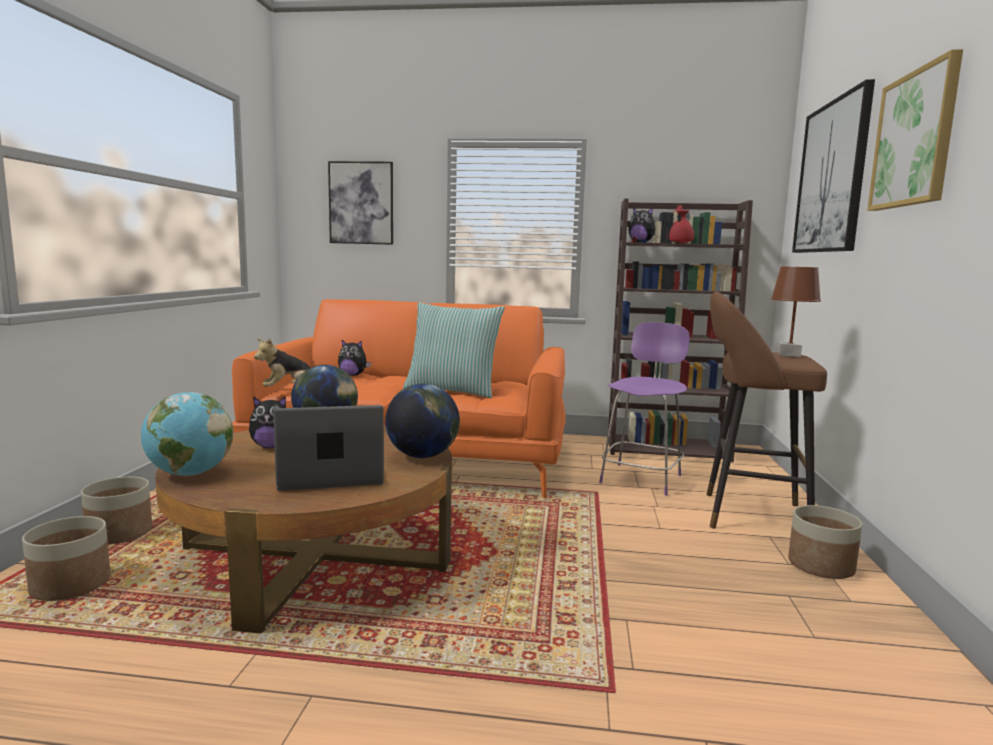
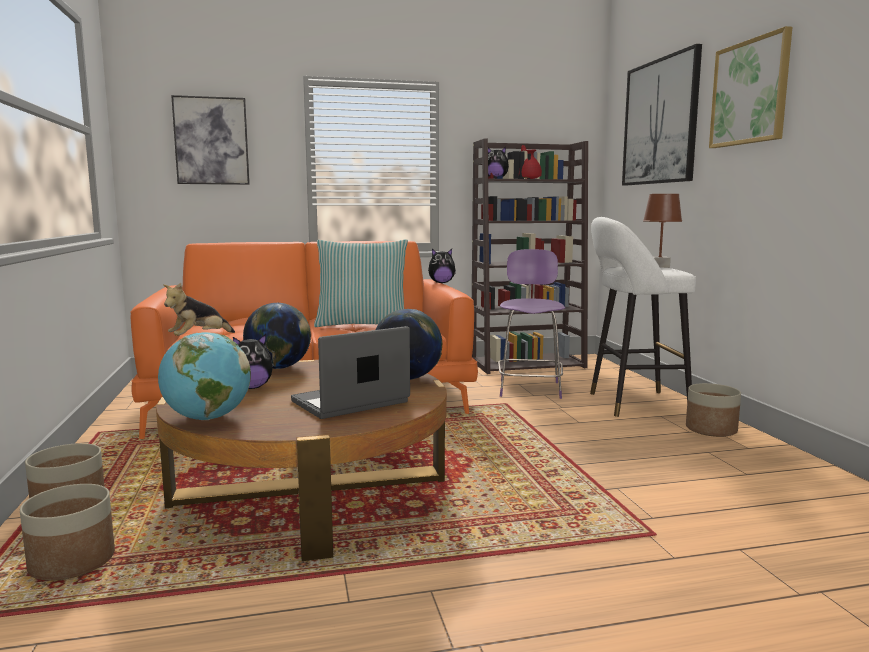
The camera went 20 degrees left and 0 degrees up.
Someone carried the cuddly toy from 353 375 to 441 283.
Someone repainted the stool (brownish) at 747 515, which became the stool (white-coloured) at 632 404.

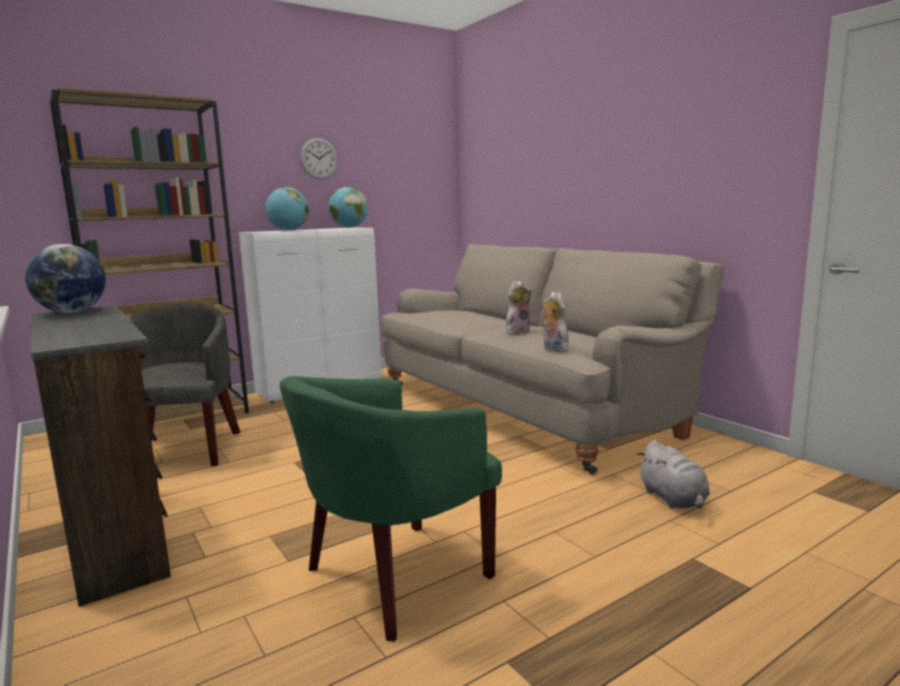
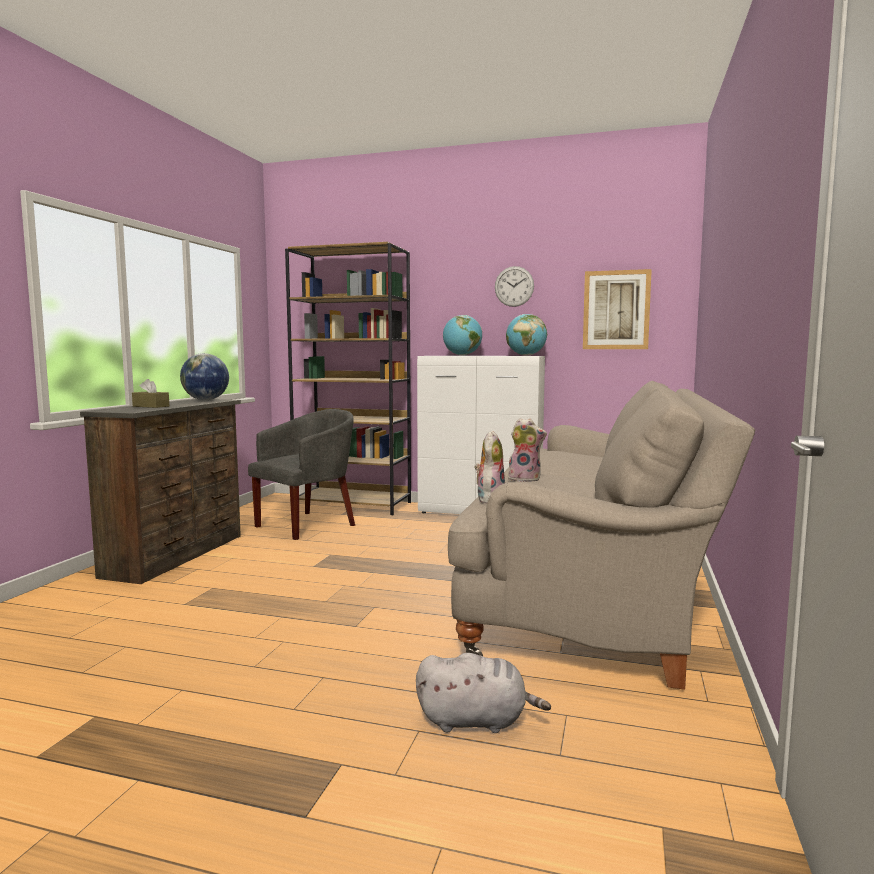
The camera went 50 degrees right and 5 degrees down.
Someone took away the armchair (greenish) at 394 577.
Someone rotated the cuddly toy (grey) at 674 499 by 120 degrees counterclockwise.
Someone put down the box of tissues (brownish) at 151 406.
Someone put up the picture at 616 310.

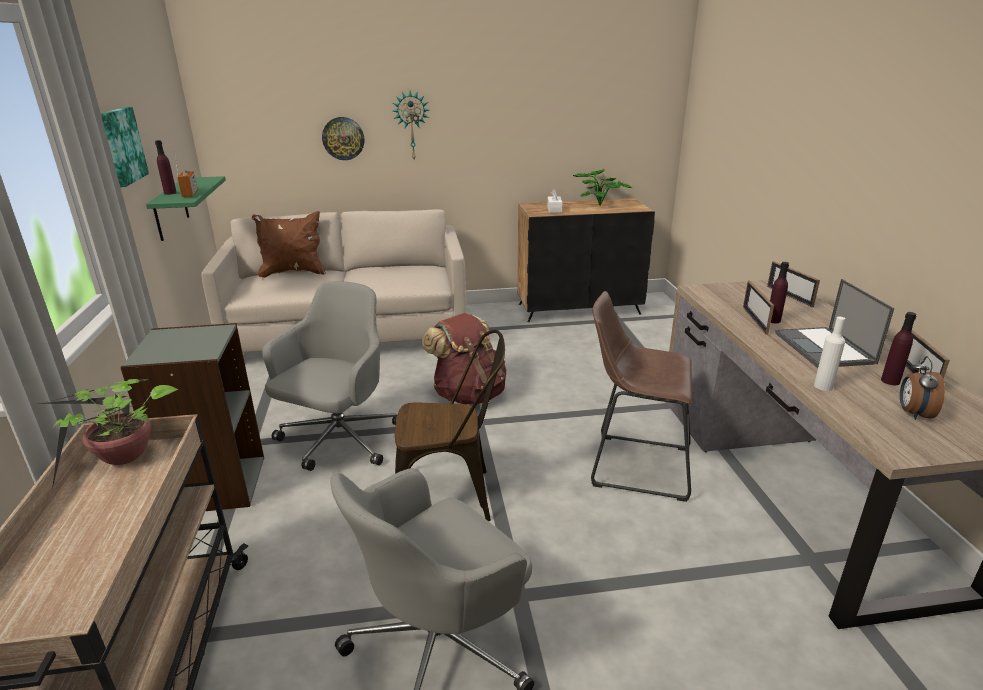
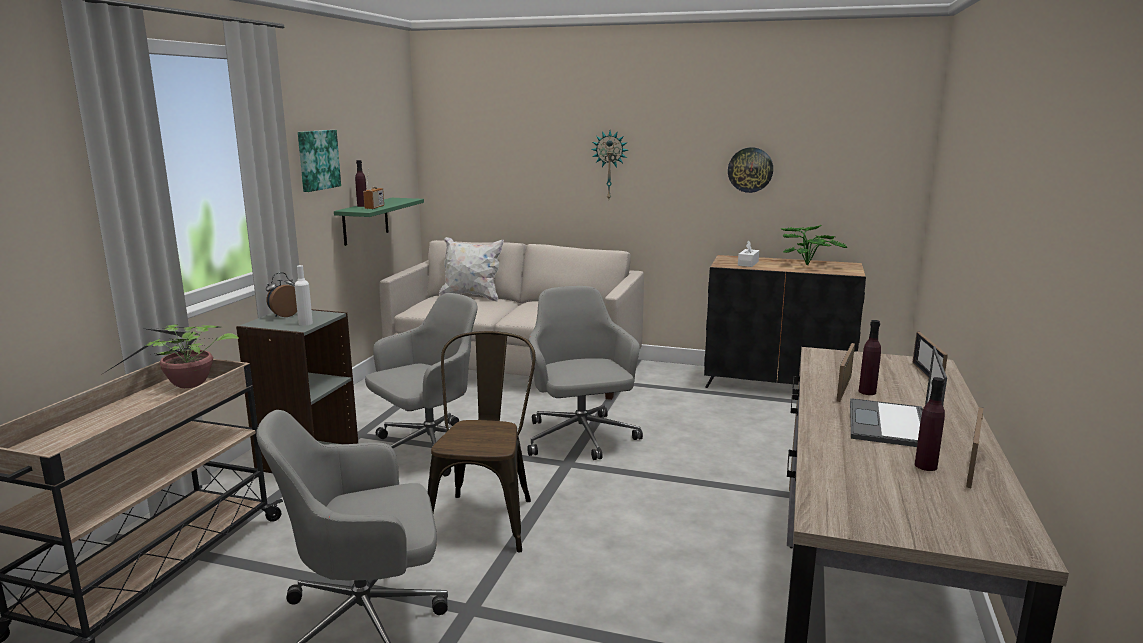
The camera went 25 degrees right and 10 degrees down.
Someone repainted the pillow (brownish) at 293 272, which became the pillow (white-coloured) at 471 296.
Someone carried the clock on the wall from 343 138 to 750 170.
Someone rotated the chair (brownish) at 452 496 by 105 degrees counterclockwise.
Someone swapped the backpack (brownish) at 468 394 for the computer chair (grey) at 580 438.
Someone took away the stool (brownish) at 634 465.
Someone carried the drink bottle (white-coloured) from 823 386 to 305 323.
Someone carried the table clock from 913 413 to 284 315.

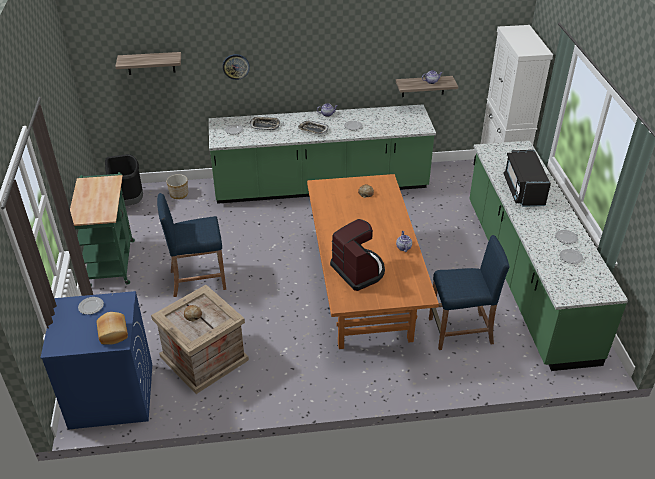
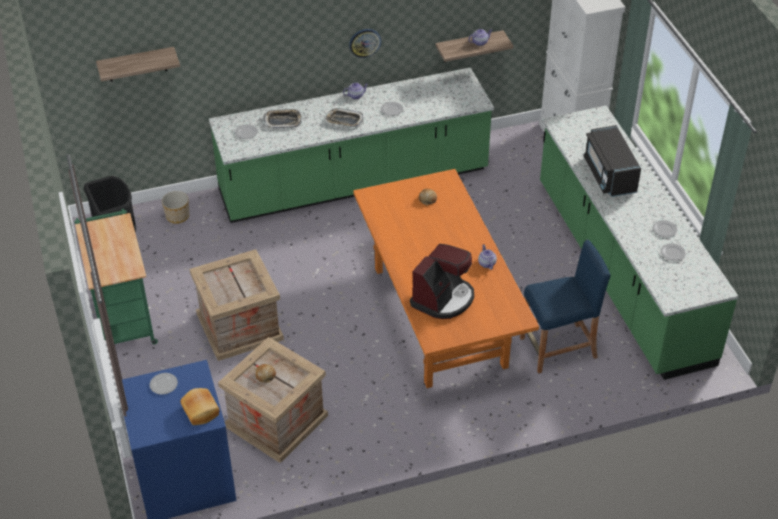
The camera went 10 degrees left and 5 degrees up.
Someone swapped the stool (blue-coloured) at 198 279 for the shipping crate at 238 327.
Someone carried the clock on the wall from 236 66 to 364 42.
Someone rotated the coffee maker at 359 270 by 75 degrees clockwise.

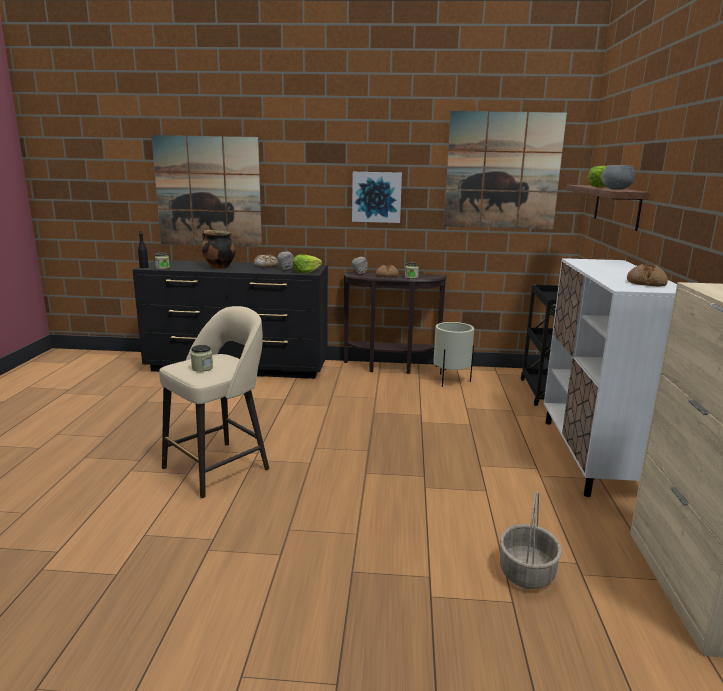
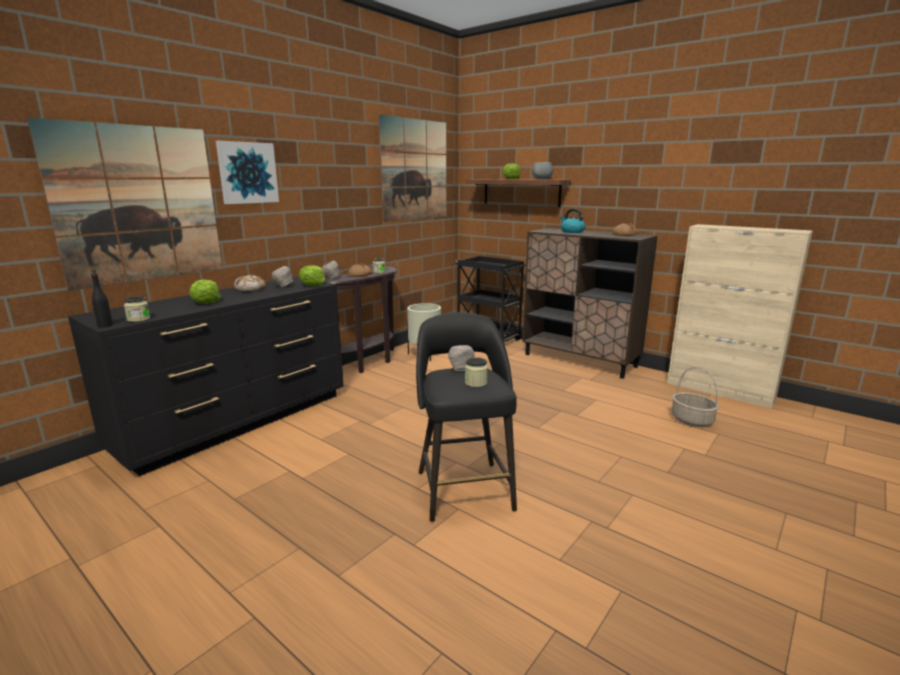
The camera went 55 degrees left and 0 degrees up.
Someone repainted the stool (beige-coloured) at 219 467, which became the stool (black-coloured) at 464 488.
Someone swapped the saucepot at 218 267 for the lettuce head at 206 302.
Someone carried the picture from 376 197 to 247 173.
Someone repainted the cupboard (white-coloured) at 591 456, which became the cupboard (brownish) at 580 360.
Someone put down the bowl (grey) at 461 370.
Someone put down the kettle at 572 232.

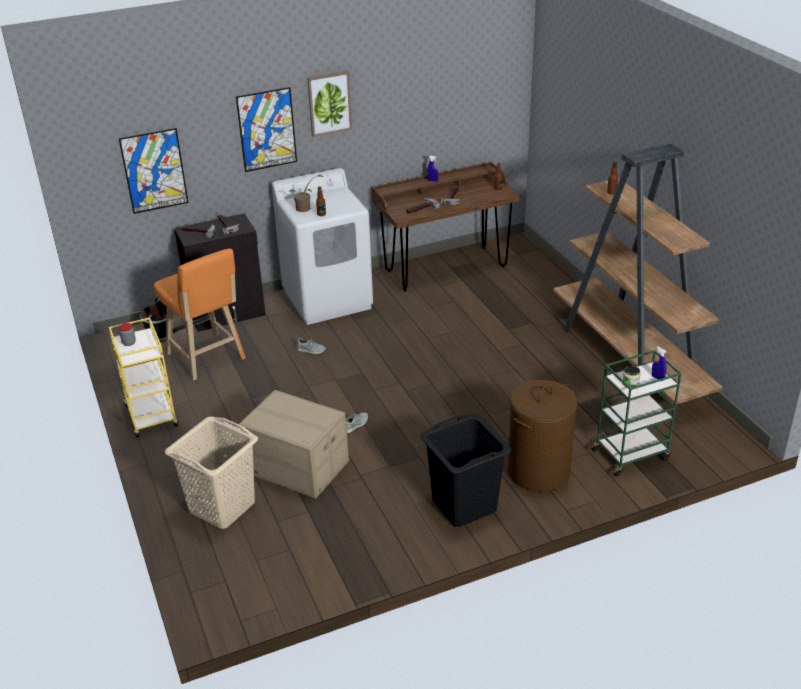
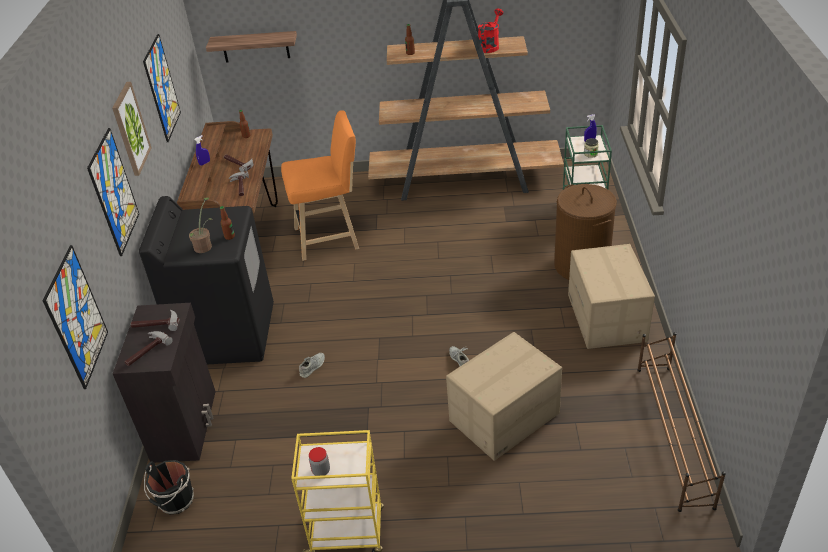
The camera went 65 degrees left and 5 degrees up.
Someone carried the stool (orange) from 207 358 to 330 238.
Someone took away the hamper (beige-coloured) at 221 507.
Someone repainted the laundry appliance (white-coloured) at 328 299, which became the laundry appliance (black-coloured) at 228 334.
Someone swapped the hamper (black-coloured) at 464 505 for the packing box at 607 318.
Someone put up the picture at 162 88.
Someone put up the shelf at 255 47.
Someone put down the watering can (reddish) at 489 46.
Someone put down the shoe rack (brownish) at 673 434.

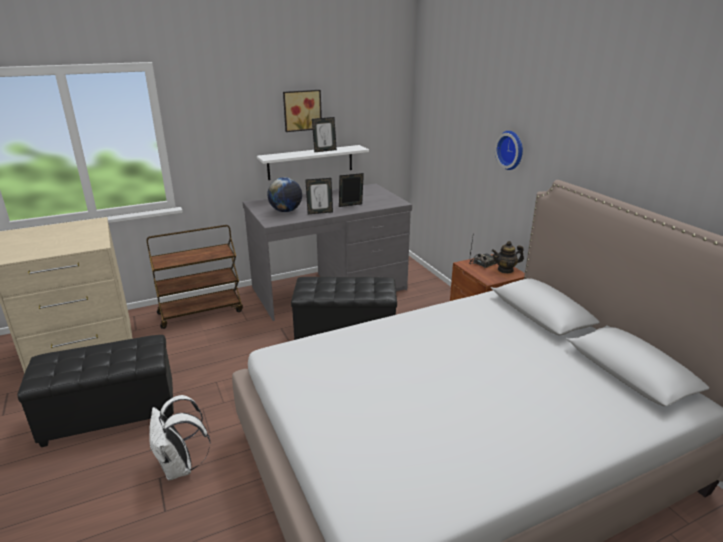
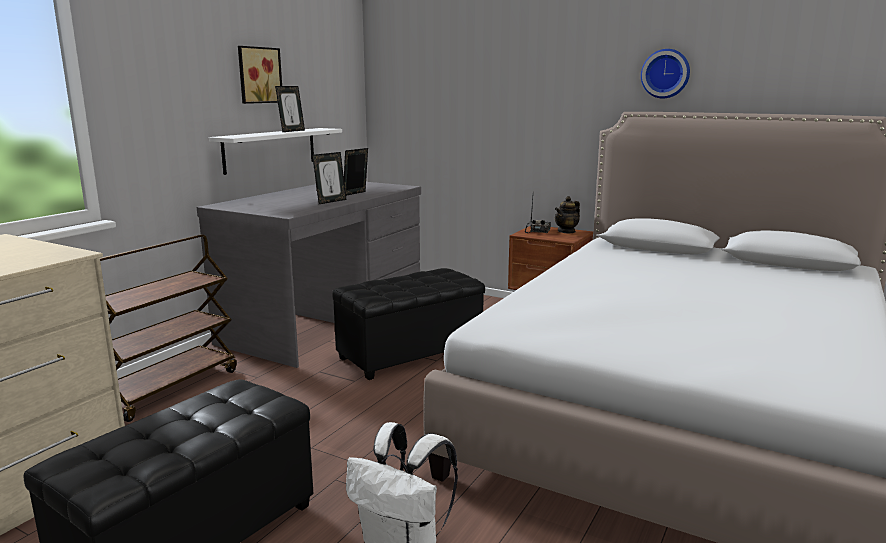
The camera went 35 degrees left and 10 degrees down.
Someone took away the desk globe at 286 211.
Someone carried the clock on the wall from 511 150 to 665 73.

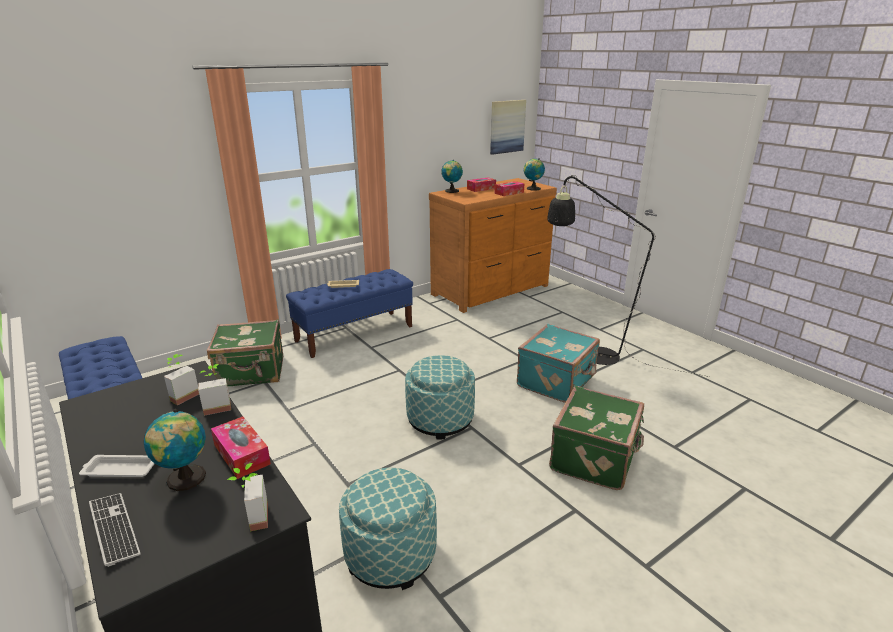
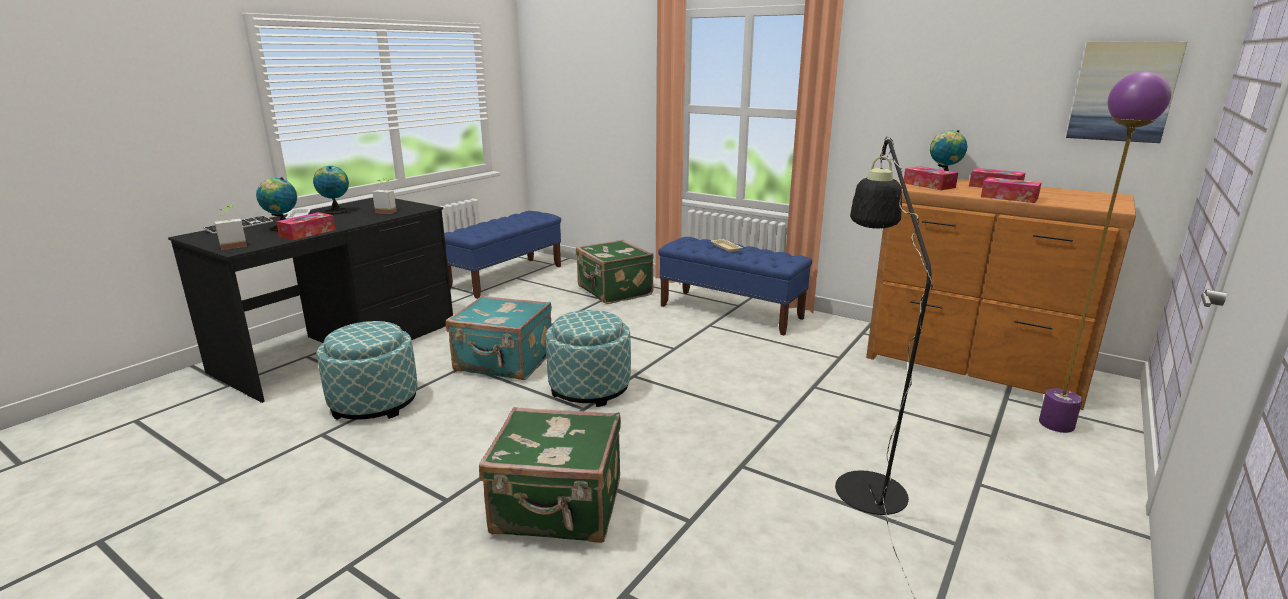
The camera went 70 degrees right and 5 degrees down.
Someone took away the plant in a pot at 217 406.
Someone carried the piece of luggage (blue-green) from 557 382 to 504 363.
Someone carried the desk globe from 532 189 to 335 211.
Someone put down the box of tissues at 928 185.
Someone put down the floor lamp (purple-coloured) at 1056 424.

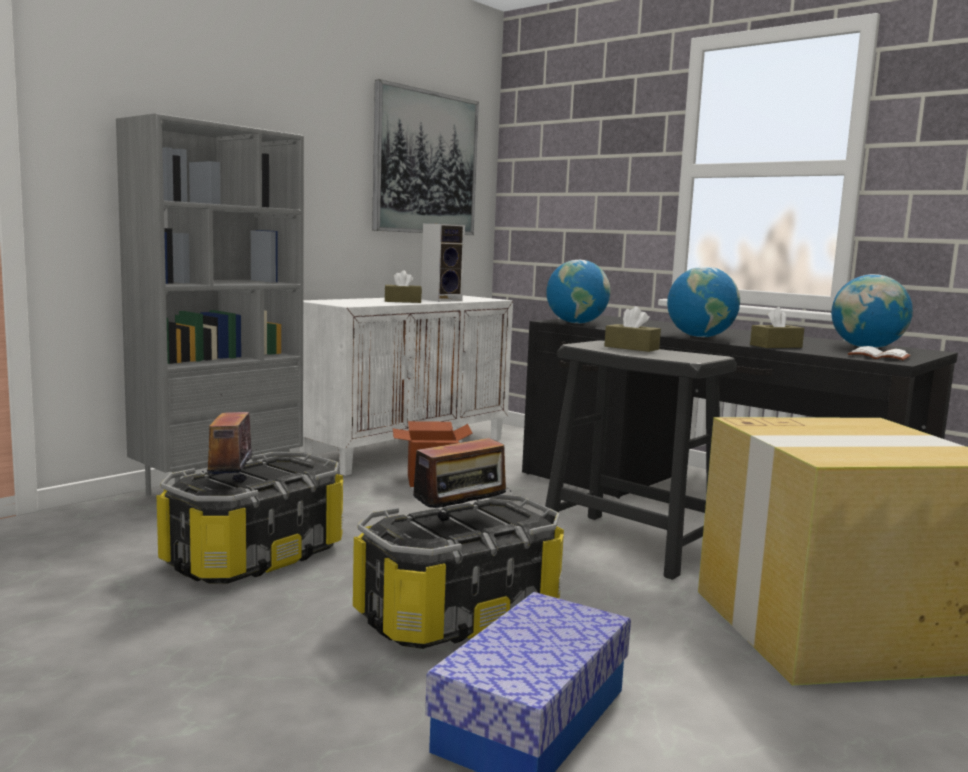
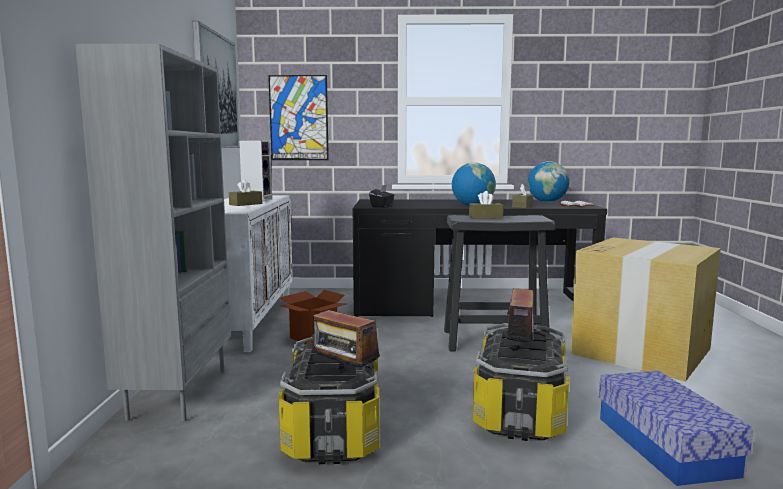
The camera went 40 degrees left and 0 degrees up.
Someone swapped the desk globe at 576 323 for the box of tissues (black-coloured) at 382 206.
Someone put up the picture at 299 118.

